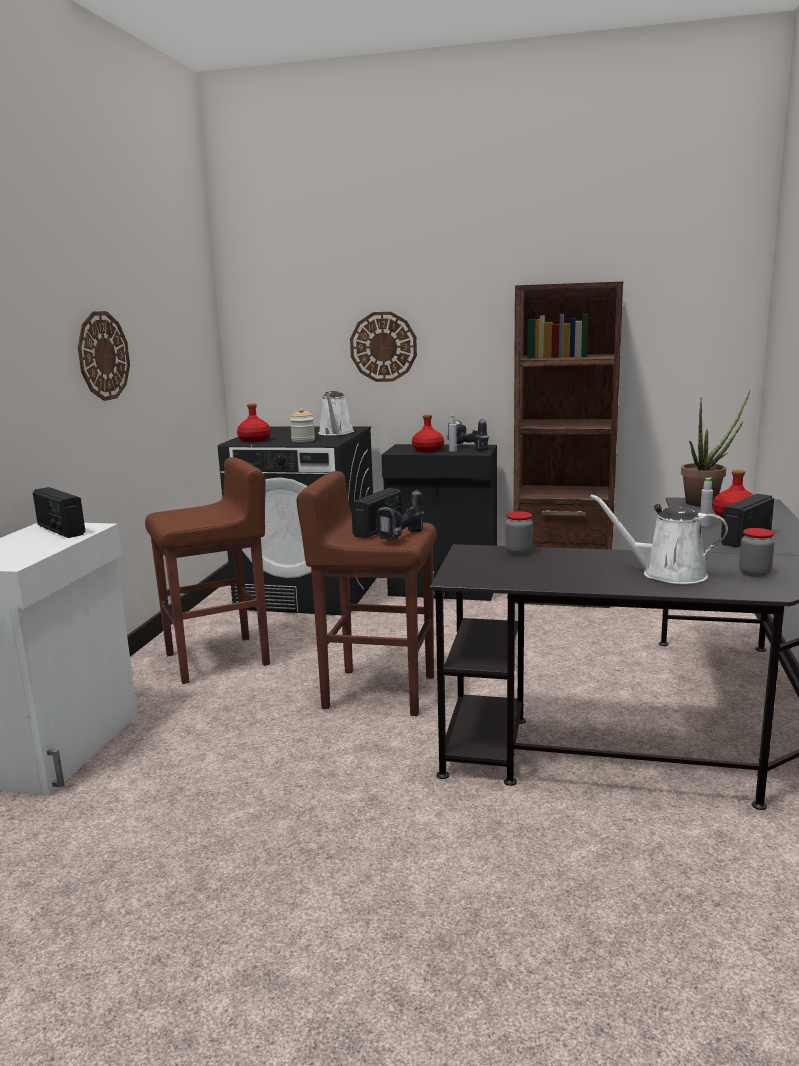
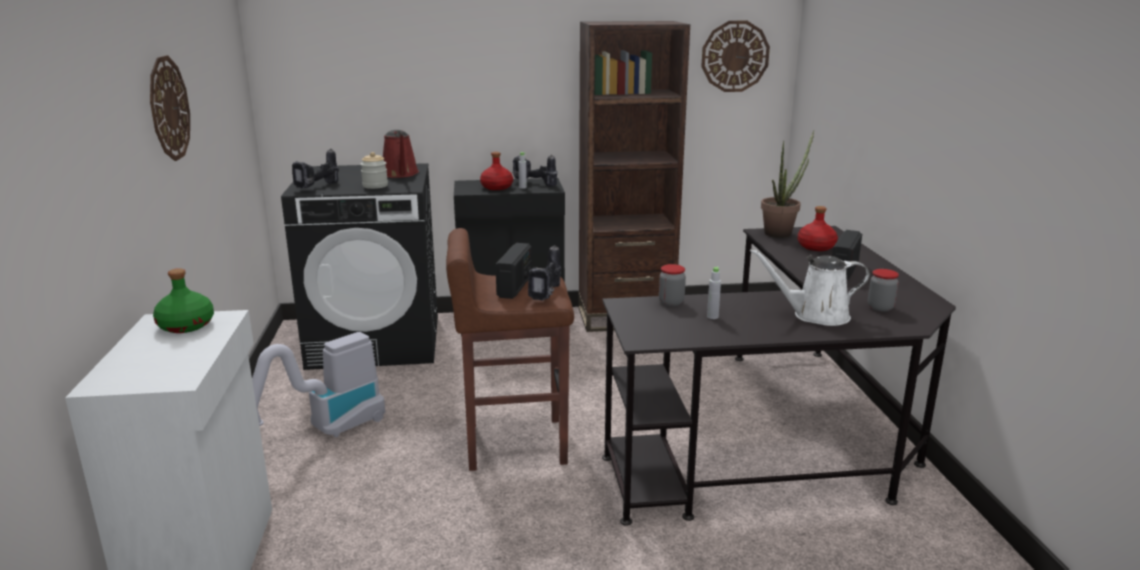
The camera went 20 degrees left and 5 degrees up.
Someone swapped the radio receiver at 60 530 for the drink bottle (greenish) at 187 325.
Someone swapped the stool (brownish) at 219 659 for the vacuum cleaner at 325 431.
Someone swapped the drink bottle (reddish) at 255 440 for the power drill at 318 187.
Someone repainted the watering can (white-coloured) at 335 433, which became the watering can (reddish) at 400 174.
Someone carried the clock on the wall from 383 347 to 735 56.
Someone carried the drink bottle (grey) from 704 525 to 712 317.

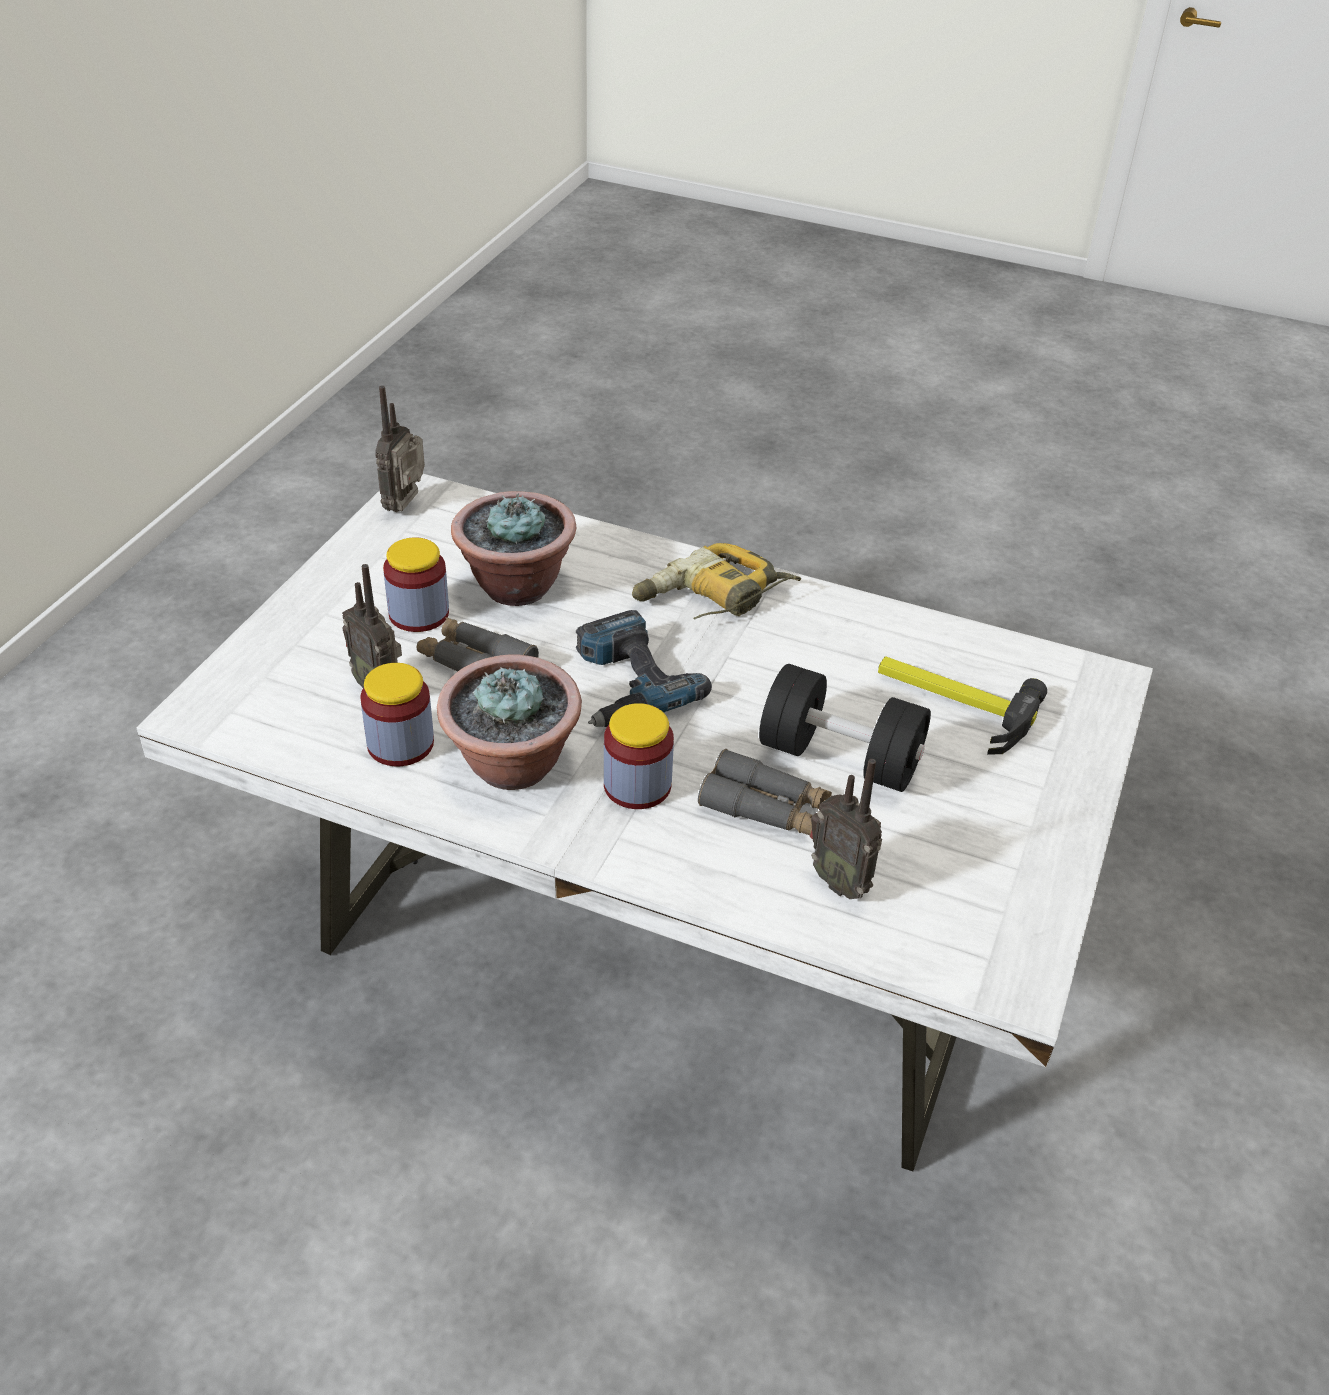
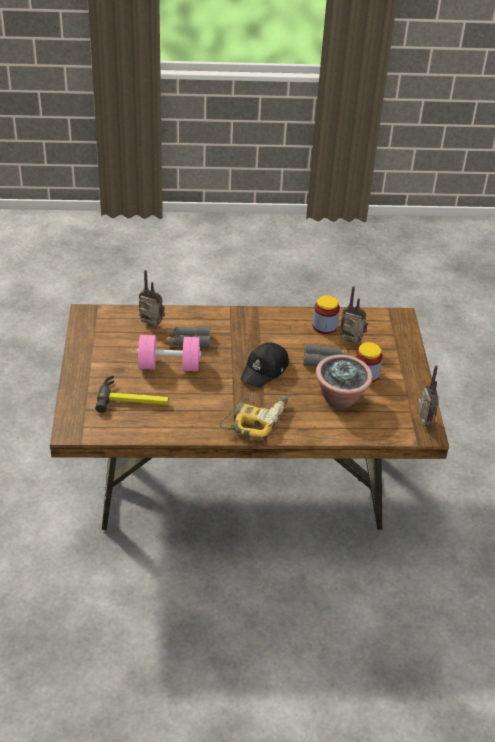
The camera went 155 degrees right and 0 degrees up.
Someone repainted the dining table (white-coloured) at 658 957, which became the dining table (brownish) at 239 486.
Someone took away the plant in a pot at 512 766.
Someone swapped the power drill at 625 684 for the peaked cap (black-coloured) at 265 370.
Someone took away the storage jar at 637 786.
Someone repainted the free weight (black-coloured) at 839 758, which became the free weight (pinkish) at 169 365.

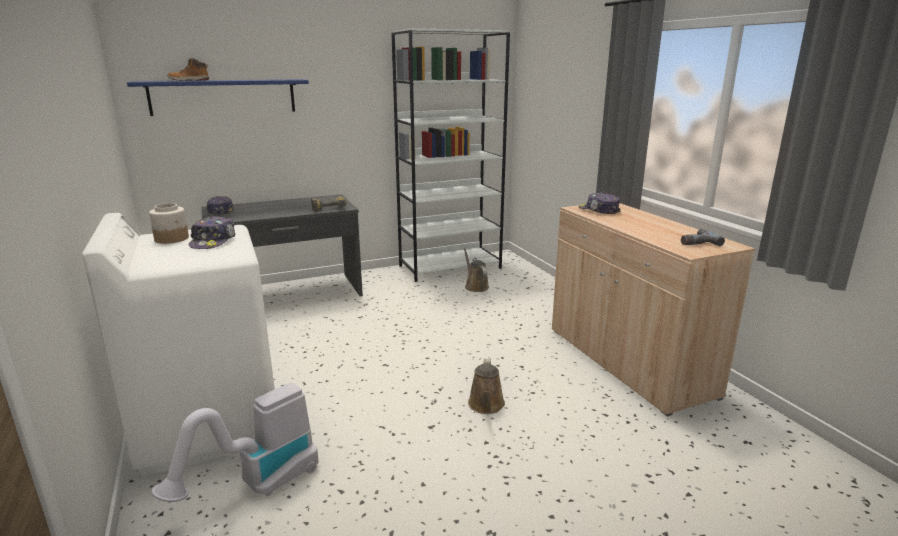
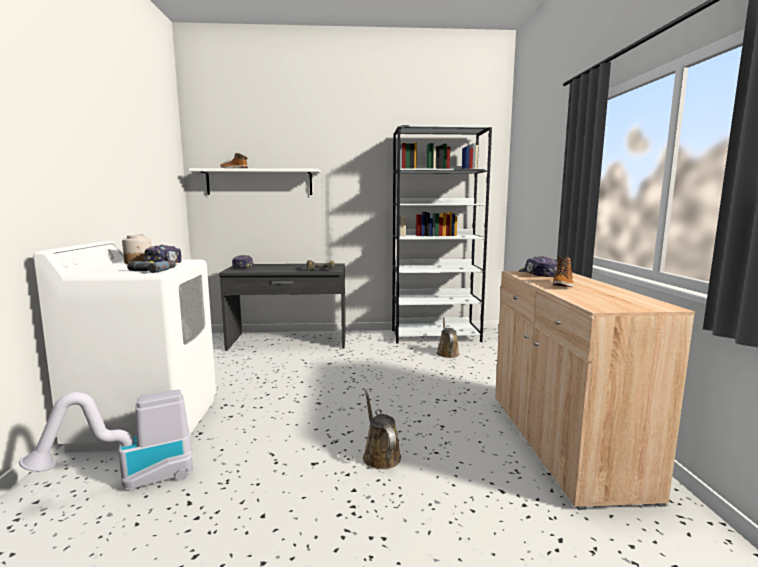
The camera went 20 degrees right and 10 degrees down.
Someone repainted the shelf (blue-coloured) at 223 97, which became the shelf (white-coloured) at 259 182.
Someone rotated the watering can (brownish) at 486 406 by 135 degrees clockwise.
Someone carried the power drill from 696 242 to 152 270.
Someone put down the boot at 563 285.

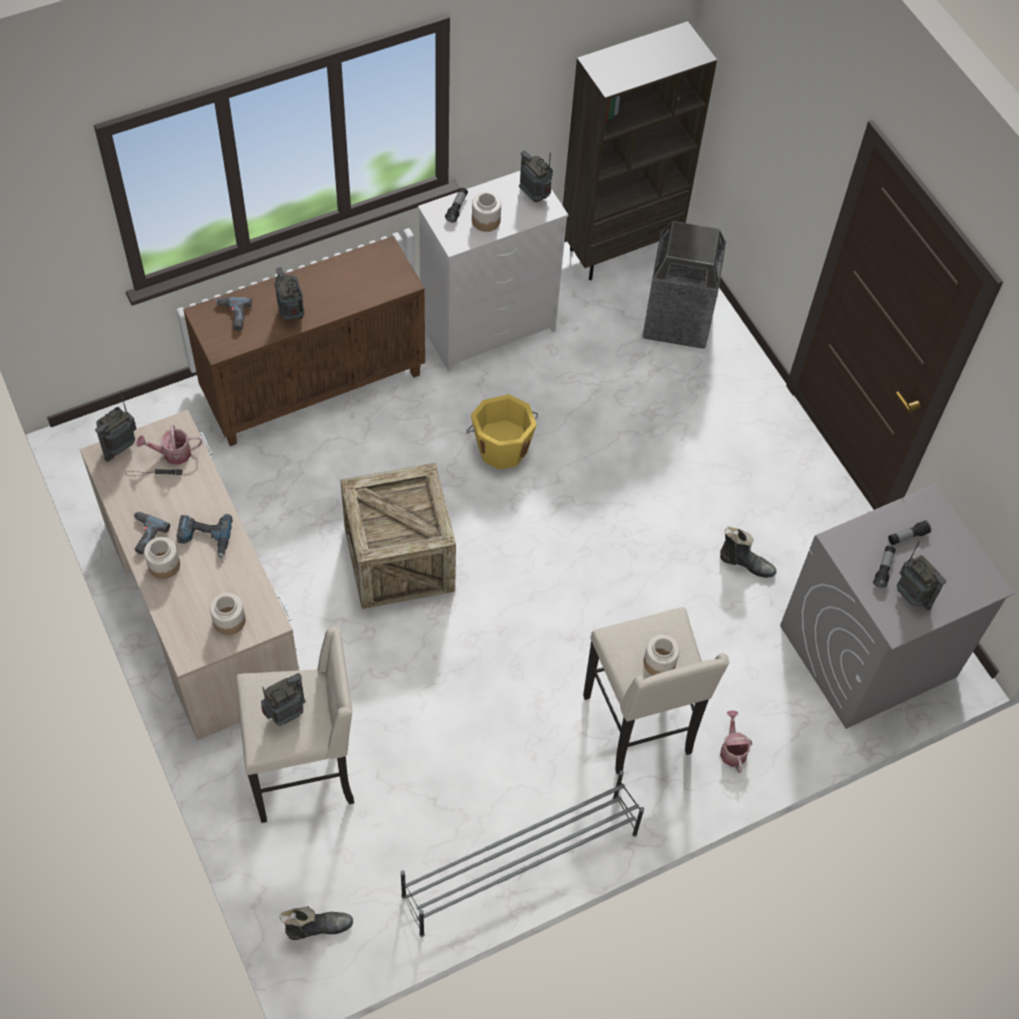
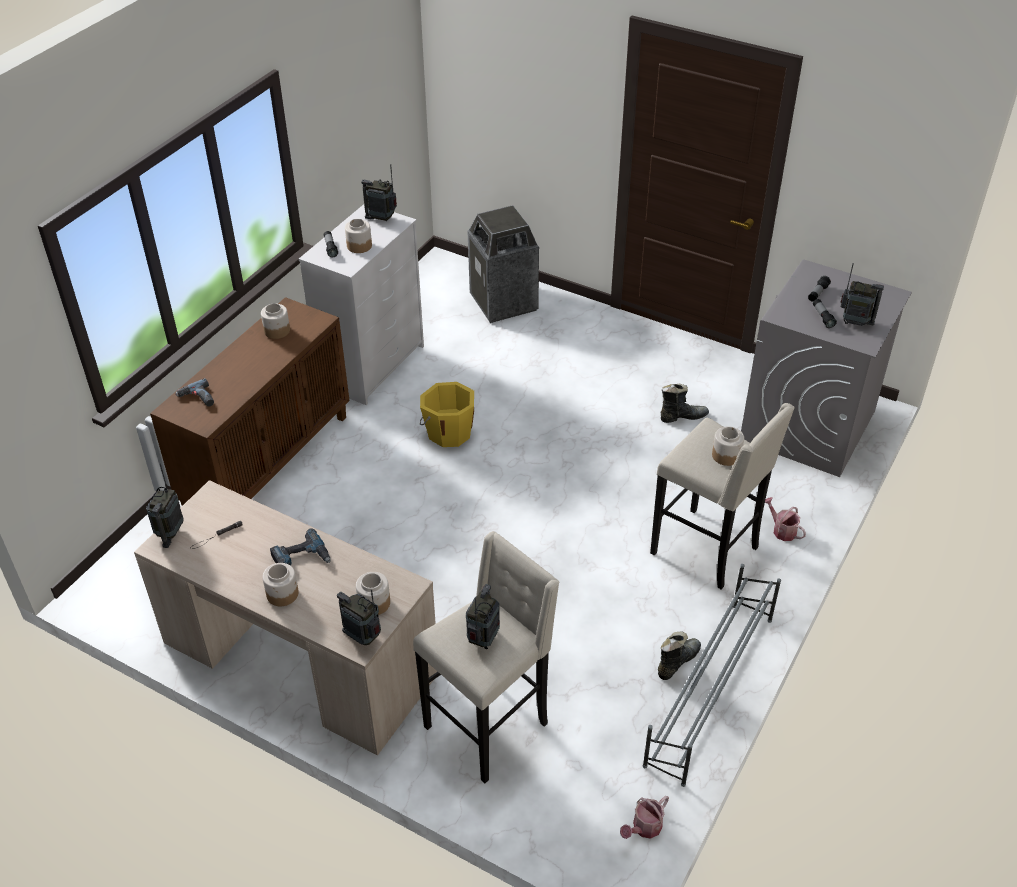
The camera went 30 degrees left and 15 degrees down.
Someone took away the power drill at 144 535.
Someone carried the watering can from 172 453 to 644 828.
Someone carried the radio receiver from 291 314 to 363 637.
Someone carried the boot (black-coloured) from 317 927 to 677 662.
Someone took away the shipping crate at 399 560.
Someone took away the bookcase (brownish) at 619 249.
Someone put down the storage jar at 276 331.

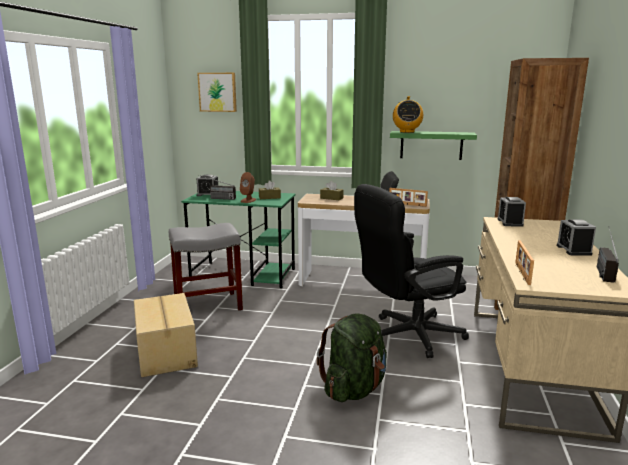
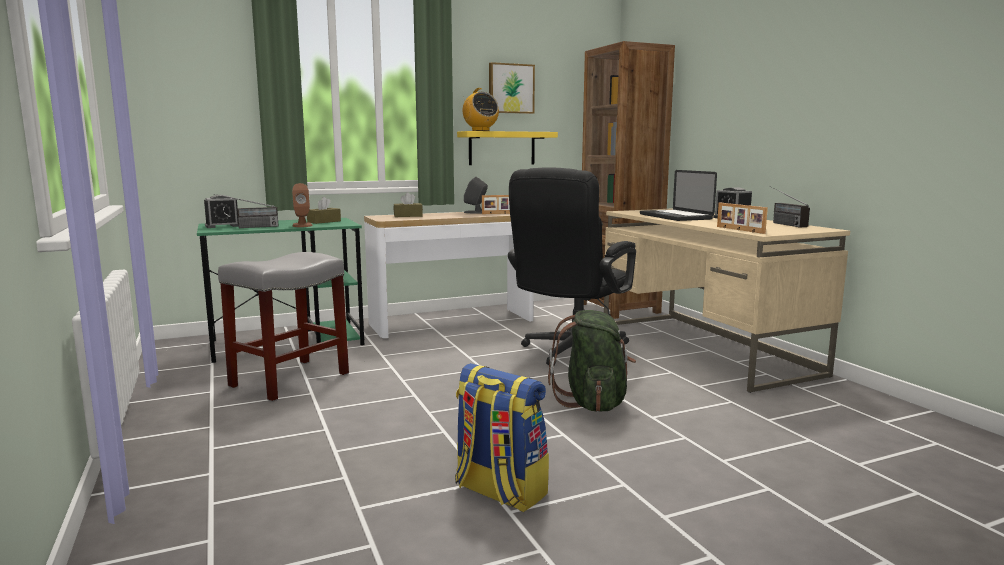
The camera went 35 degrees left and 5 degrees down.
Someone took away the packing box at 167 351.
Someone carried the picture from 218 92 to 510 88.
Someone repainted the shelf (greenish) at 431 145, which became the shelf (yellow-coloured) at 502 148.
Someone took away the table clock at 510 222.
Someone put down the backpack at 499 491.
Someone put down the notebook computer at 675 217.

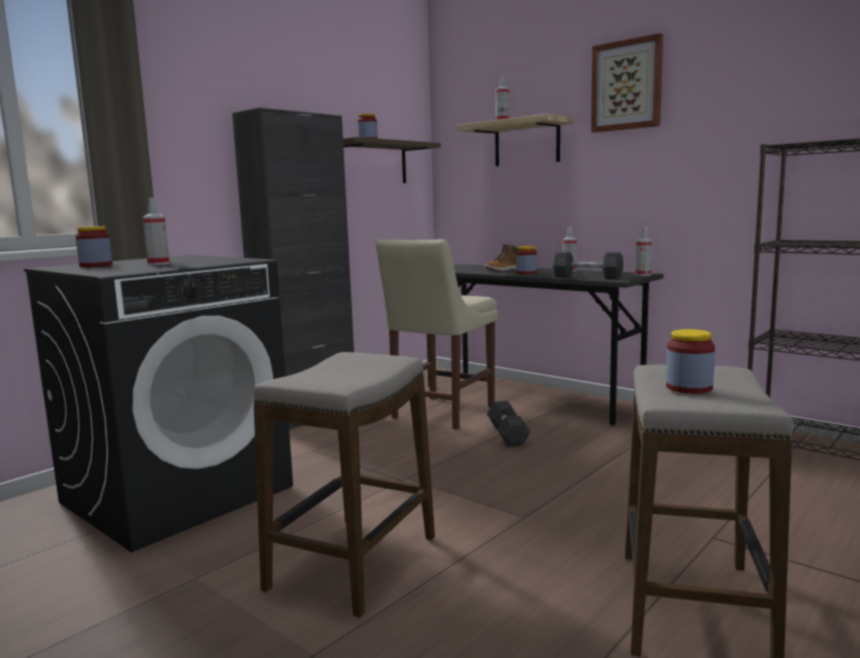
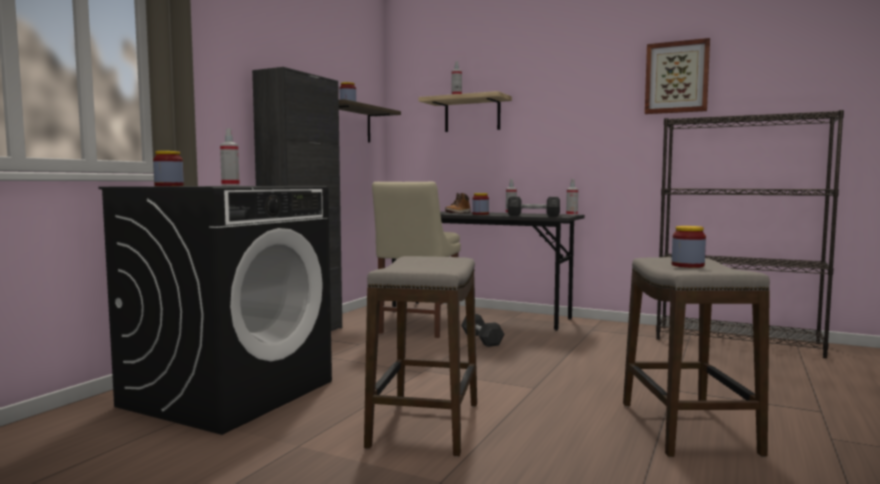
The camera went 15 degrees left and 5 degrees down.
Someone carried the picture from 627 85 to 676 77.

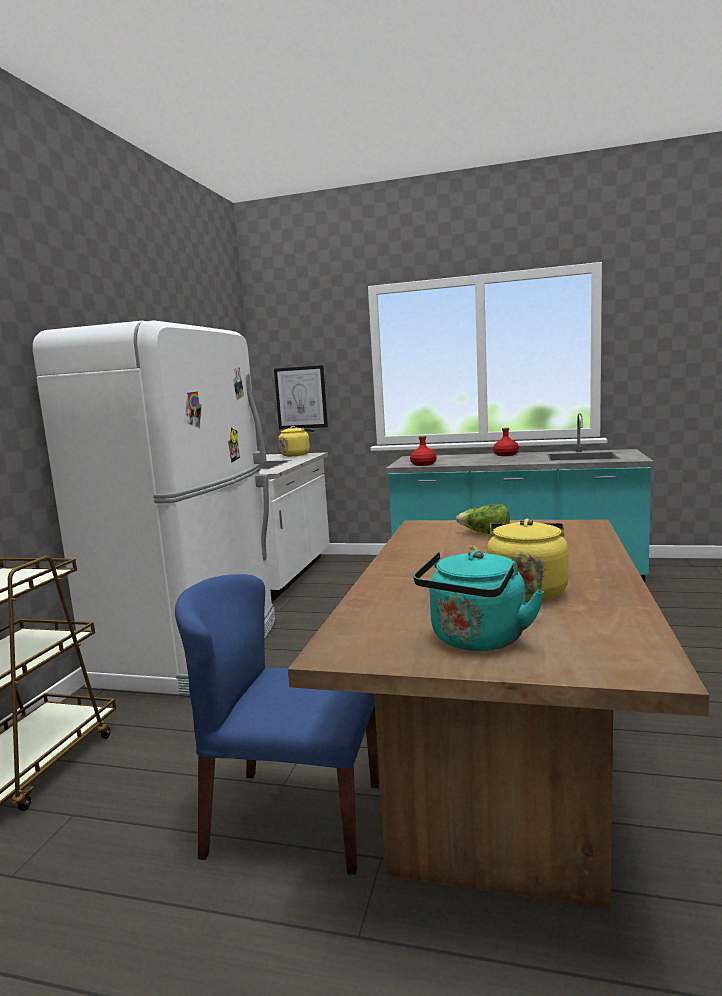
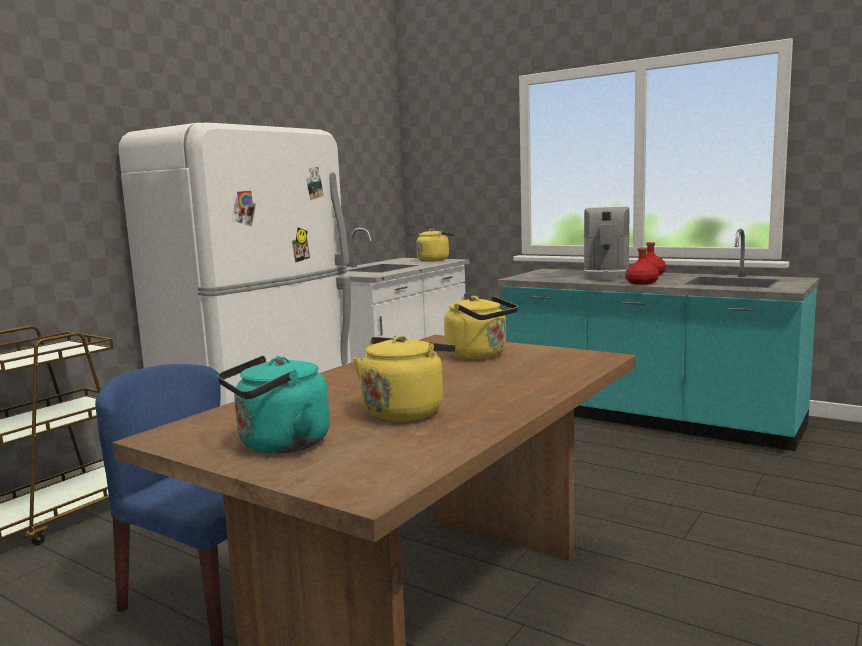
The camera went 20 degrees right and 0 degrees up.
Someone took away the picture at 301 397.
Someone carried the drink bottle (reddish) from 423 464 to 642 283.
Someone swapped the lettuce head at 485 534 for the kettle (yellow-coloured) at 480 355.
Someone put down the coffee maker at 606 276.

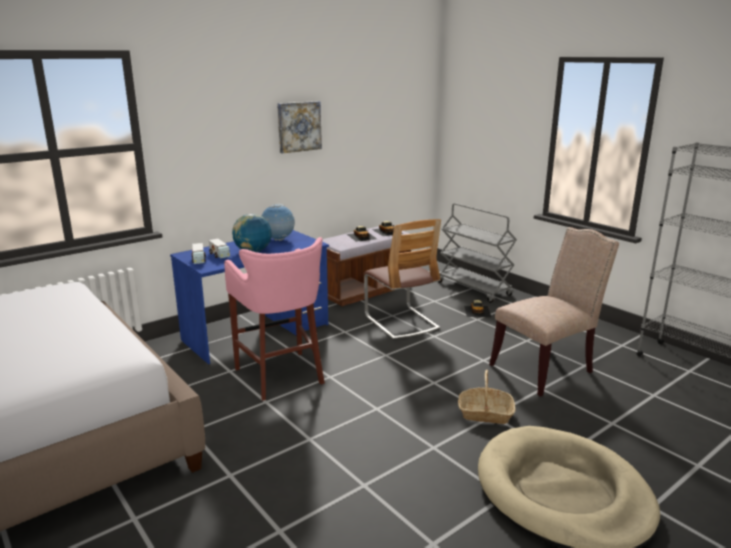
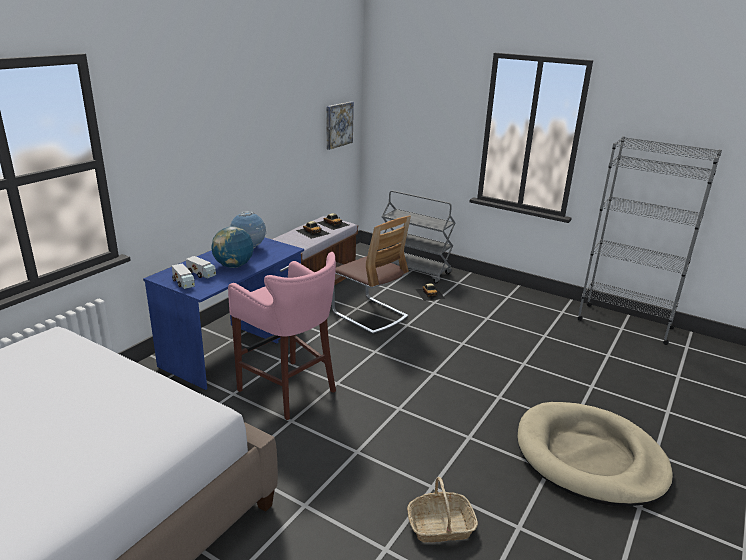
The camera went 20 degrees left and 5 degrees up.
Someone carried the picture from 299 126 to 338 125.
Someone carried the basket from 485 413 to 440 526.
Someone took away the chair (beige-coloured) at 545 368.

